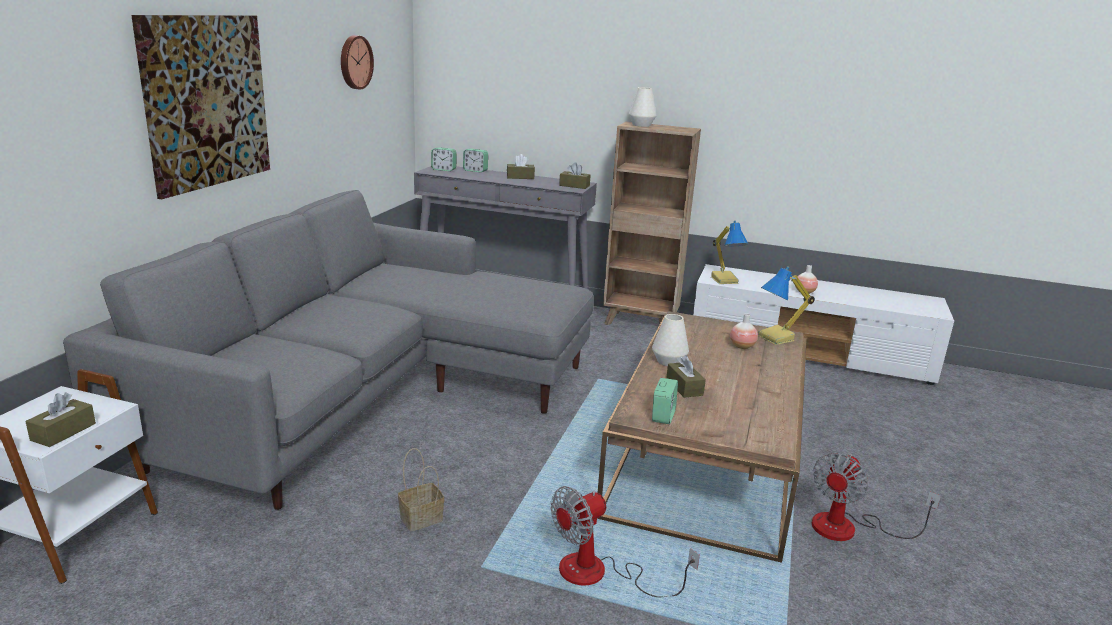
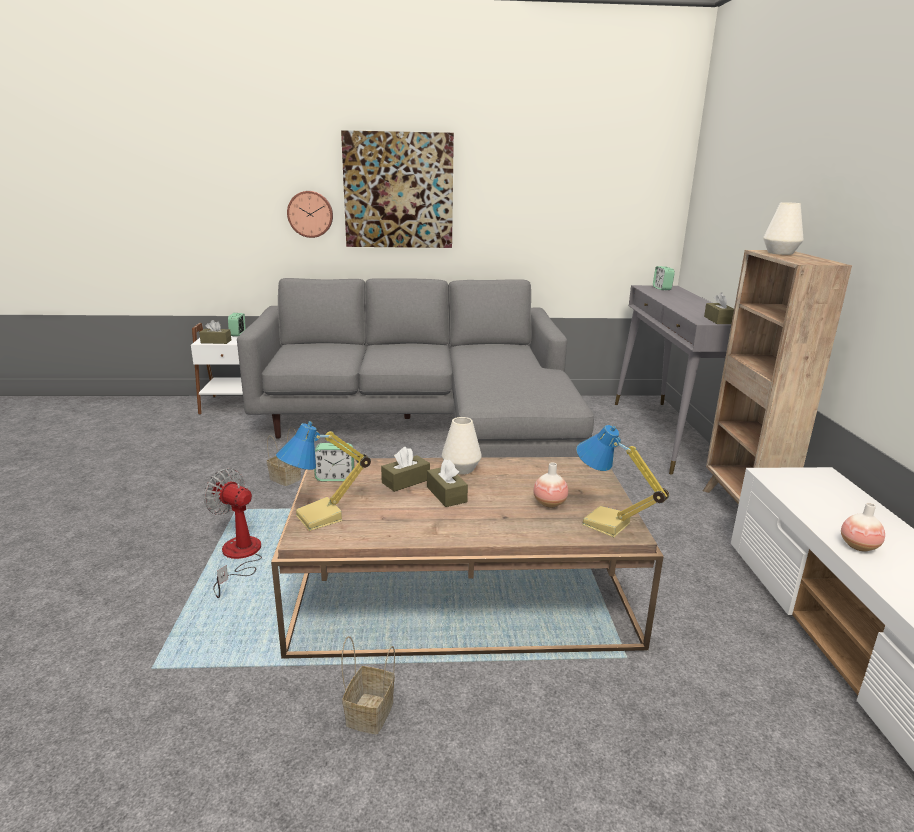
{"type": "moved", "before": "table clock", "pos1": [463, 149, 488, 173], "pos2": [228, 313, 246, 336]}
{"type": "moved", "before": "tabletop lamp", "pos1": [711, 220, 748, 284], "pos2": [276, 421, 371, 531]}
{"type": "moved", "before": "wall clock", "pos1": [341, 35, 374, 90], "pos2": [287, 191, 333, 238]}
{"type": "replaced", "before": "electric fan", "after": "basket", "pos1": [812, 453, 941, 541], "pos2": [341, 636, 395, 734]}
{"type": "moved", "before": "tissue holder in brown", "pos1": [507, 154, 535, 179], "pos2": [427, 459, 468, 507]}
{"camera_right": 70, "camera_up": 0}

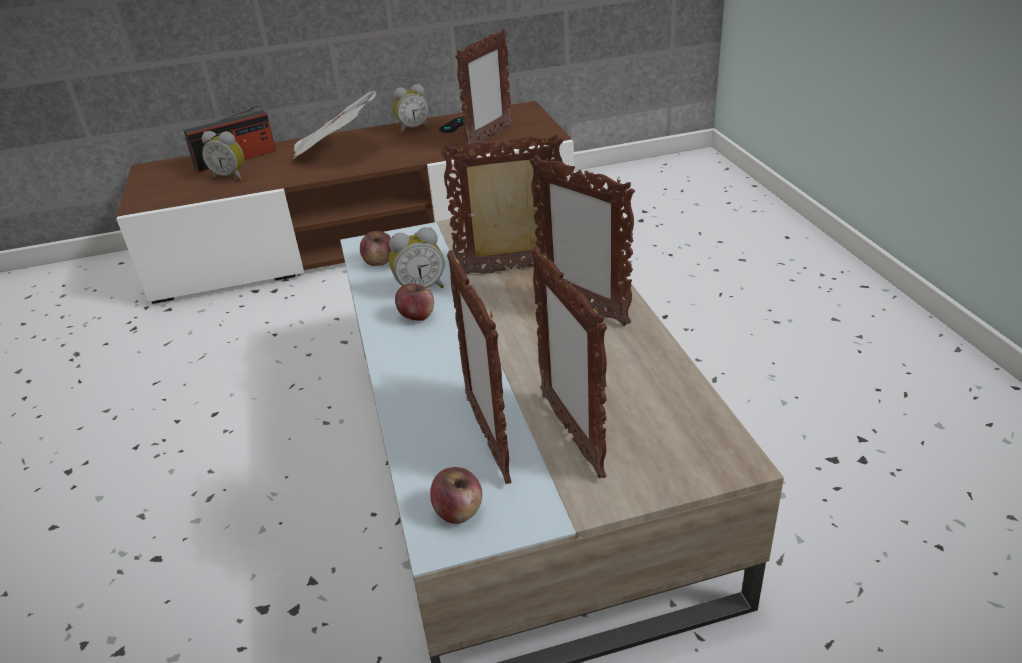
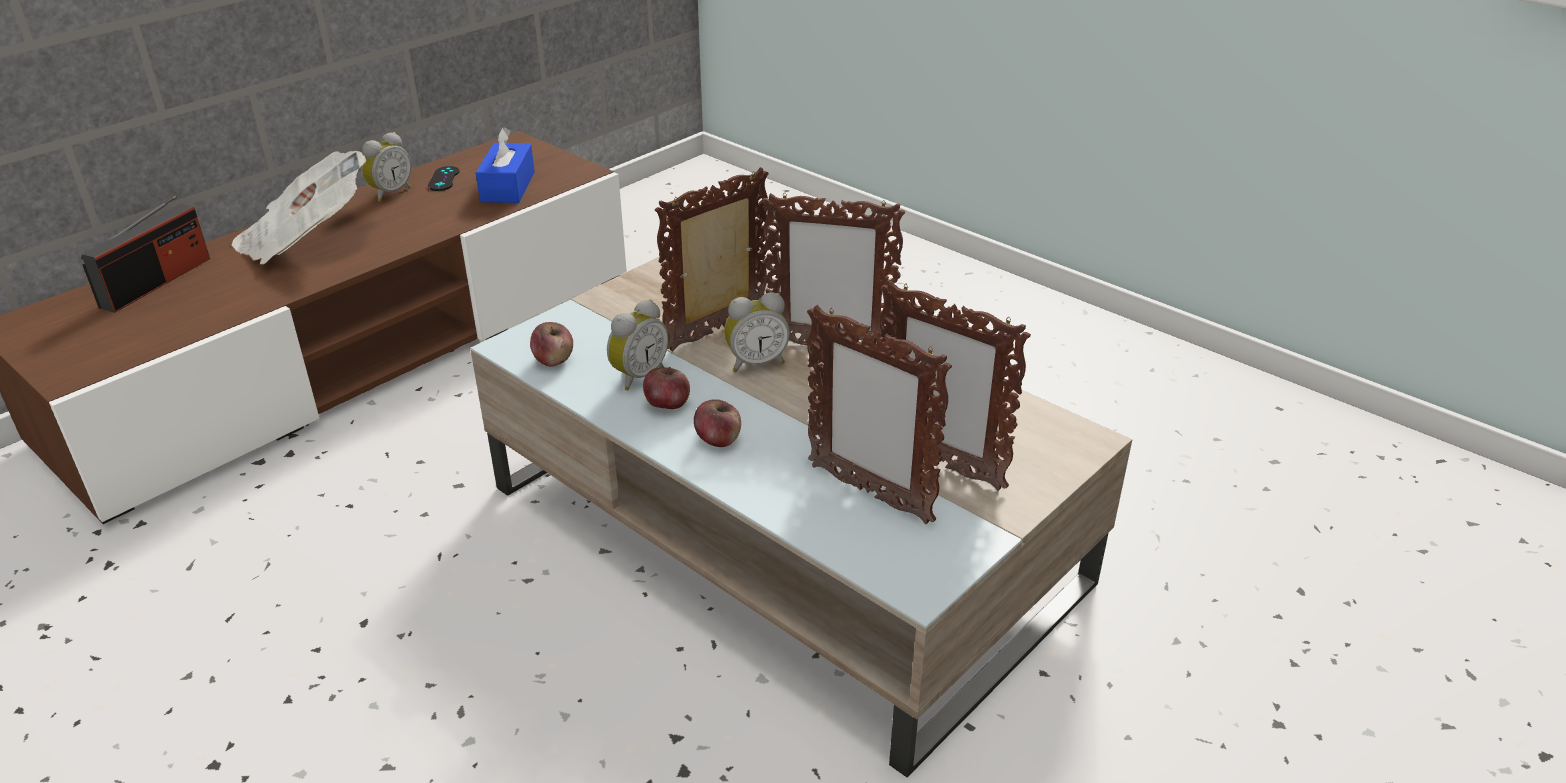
{"type": "replaced", "before": "picture frame", "after": "tissue holder in blue-coloured", "pos1": [455, 29, 512, 145], "pos2": [476, 127, 535, 203]}
{"type": "moved", "before": "whole apple", "pos1": [430, 467, 482, 524], "pos2": [694, 399, 741, 447]}
{"type": "moved", "before": "table clock", "pos1": [202, 131, 244, 180], "pos2": [724, 292, 790, 372]}
{"camera_right": -35, "camera_up": 0}

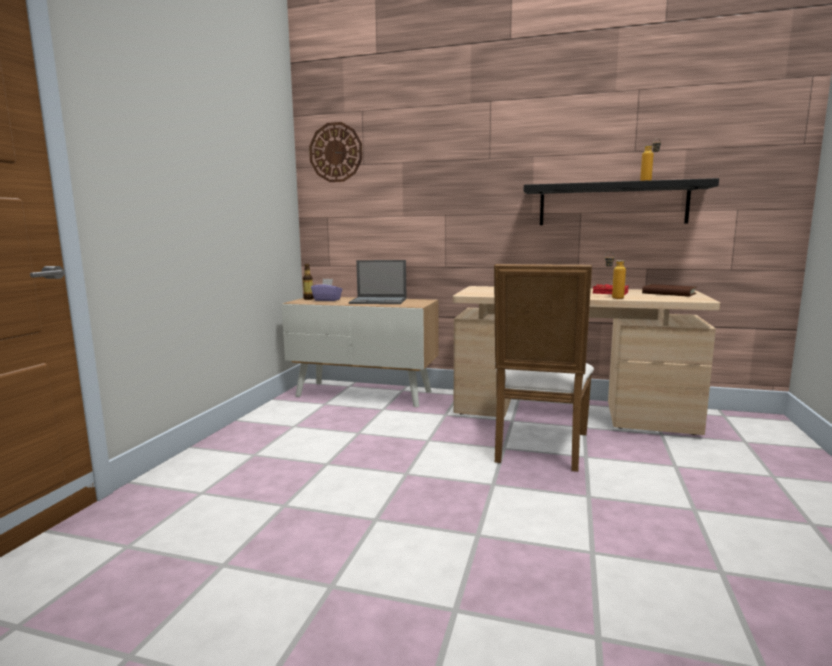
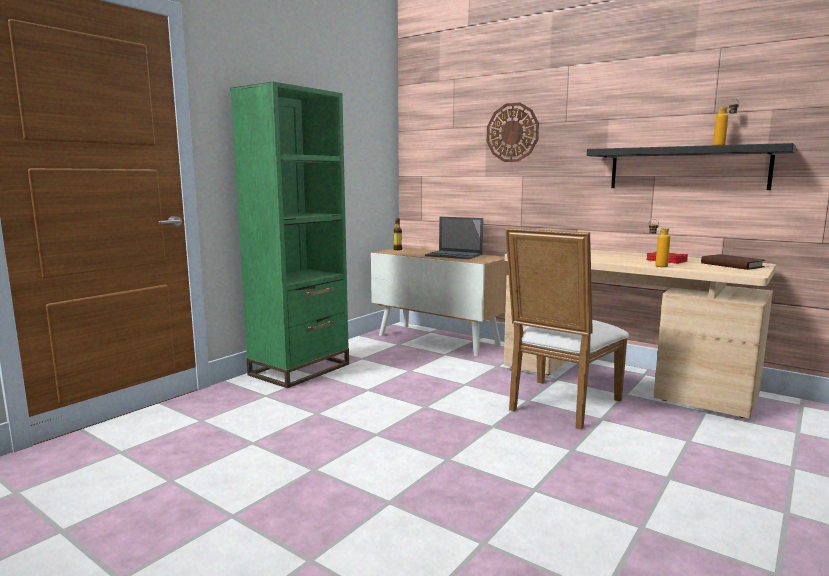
{"type": "added", "after": "bookcase in greenish", "pos2": [230, 82, 349, 388]}
{"type": "moved", "before": "wall clock", "pos1": [309, 122, 362, 182], "pos2": [487, 102, 539, 162]}
{"type": "removed", "before": "tissue holder in purple-coloured", "pos1": [311, 279, 343, 301]}
{"camera_right": 20, "camera_up": 0}

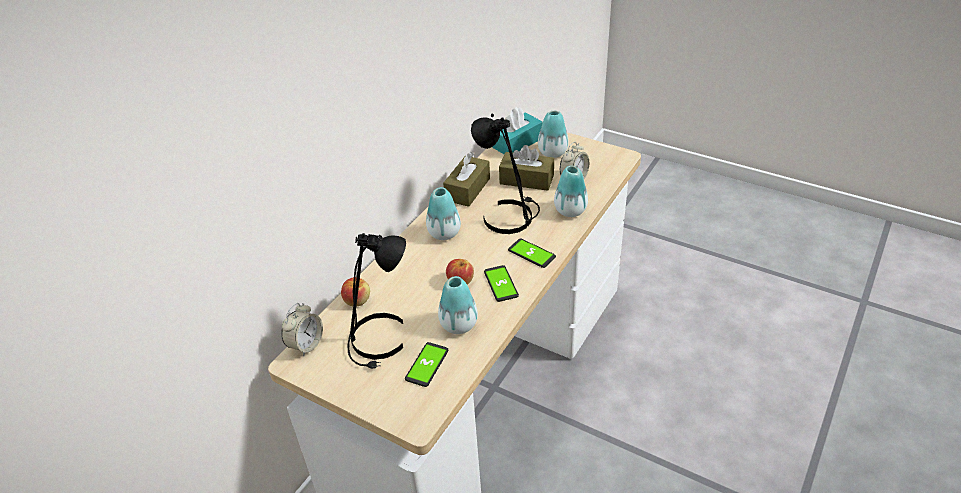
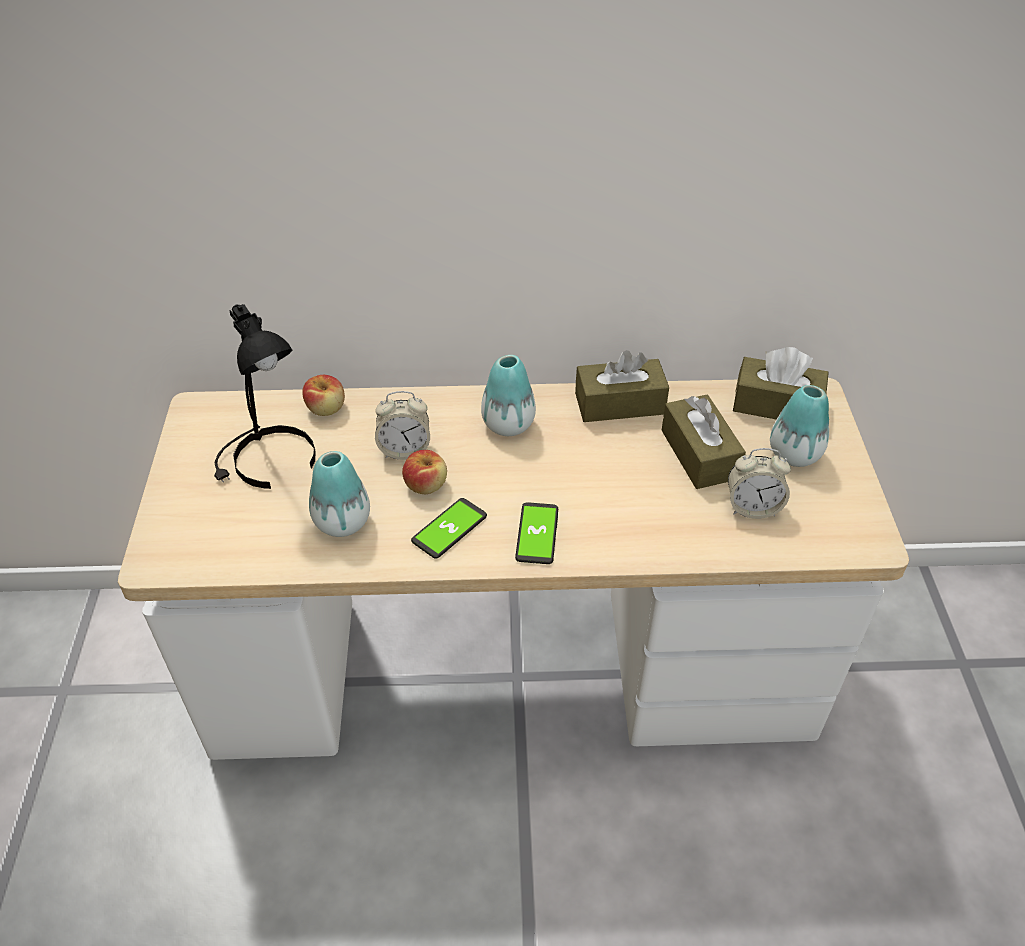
{"type": "moved", "before": "table clock", "pos1": [281, 303, 323, 356], "pos2": [375, 391, 430, 460]}
{"type": "recoloured", "before": "tissue holder in blue-green", "after": "tissue holder in brown", "pos1": [492, 107, 543, 154], "pos2": [733, 347, 829, 419]}
{"type": "removed", "before": "handset", "pos1": [405, 342, 448, 387]}
{"type": "removed", "before": "tabletop lamp in blackish", "pos1": [471, 114, 540, 234]}
{"type": "removed", "before": "vase", "pos1": [554, 166, 588, 217]}
{"camera_right": 55, "camera_up": 5}

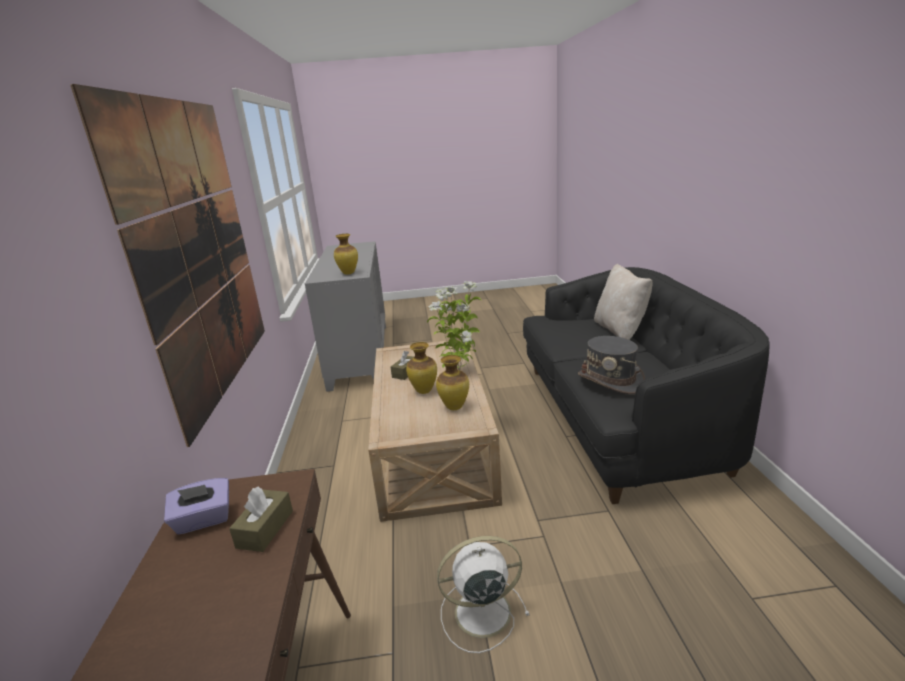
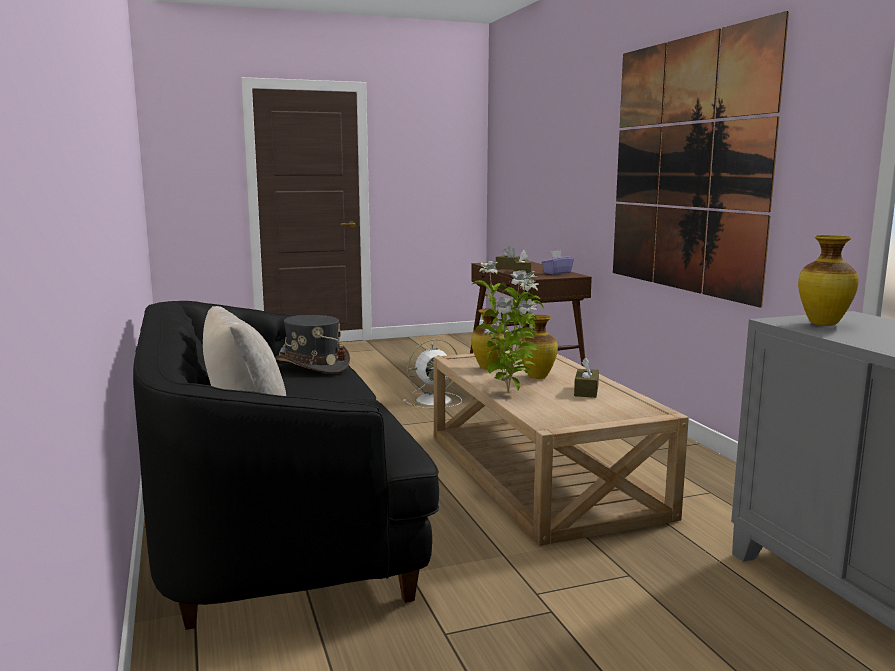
{"type": "added", "after": "tissue holder in brown", "pos2": [496, 246, 525, 270]}
{"camera_right": 165, "camera_up": -10}

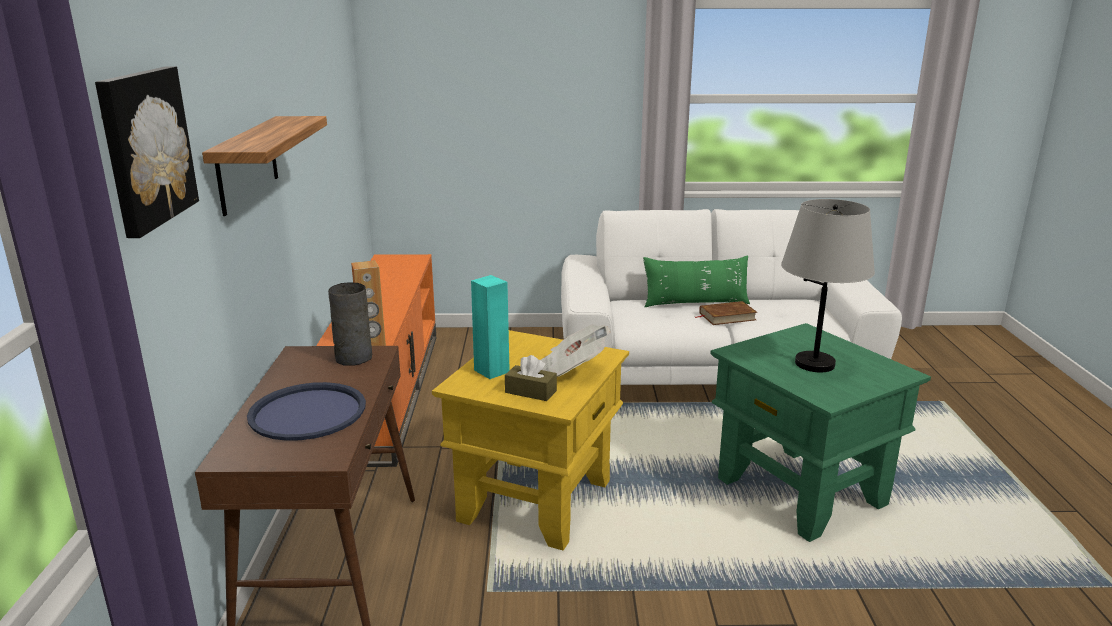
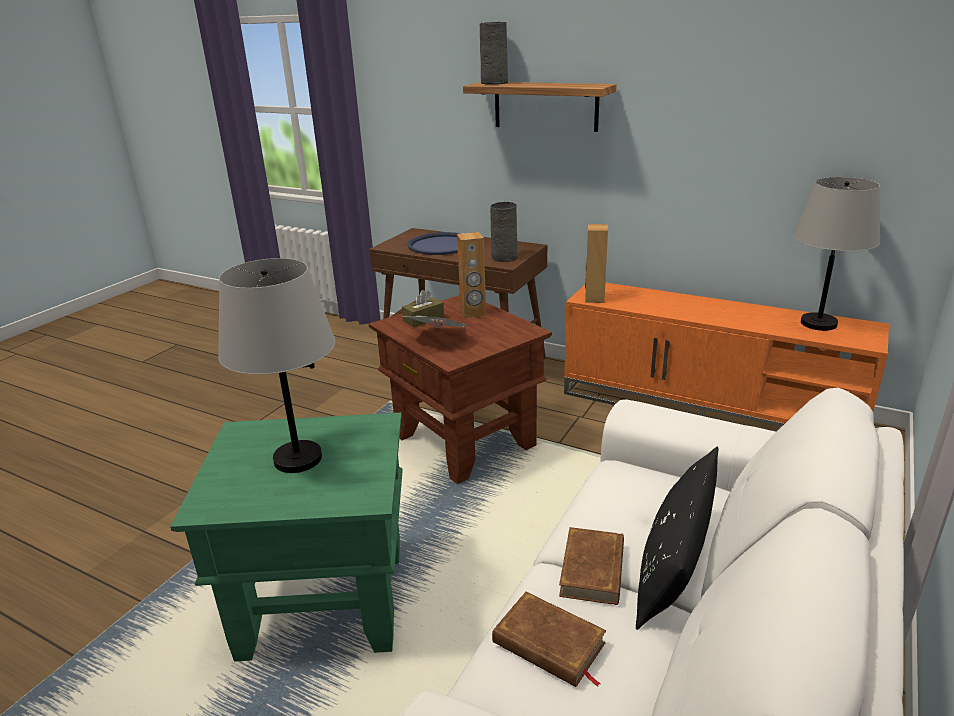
{"type": "recoloured", "before": "end table in yellowish", "after": "end table in brown", "pos1": [432, 330, 629, 551], "pos2": [369, 295, 552, 484]}
{"type": "recoloured", "before": "audio speaker in blue-green", "after": "audio speaker in brown", "pos1": [471, 275, 510, 379], "pos2": [457, 232, 486, 318]}
{"type": "added", "after": "vase in gray", "pos2": [480, 22, 508, 85]}
{"type": "added", "after": "bound book in brown", "pos2": [492, 592, 606, 687]}
{"type": "recoloured", "before": "cushion in greenish", "after": "cushion in blackish", "pos1": [643, 256, 750, 307], "pos2": [636, 446, 718, 630]}
{"type": "added", "after": "tabletop lamp in gray", "pos2": [793, 177, 880, 331]}
{"type": "removed", "before": "wall picture", "pos1": [95, 67, 199, 238]}
{"camera_right": 120, "camera_up": 5}

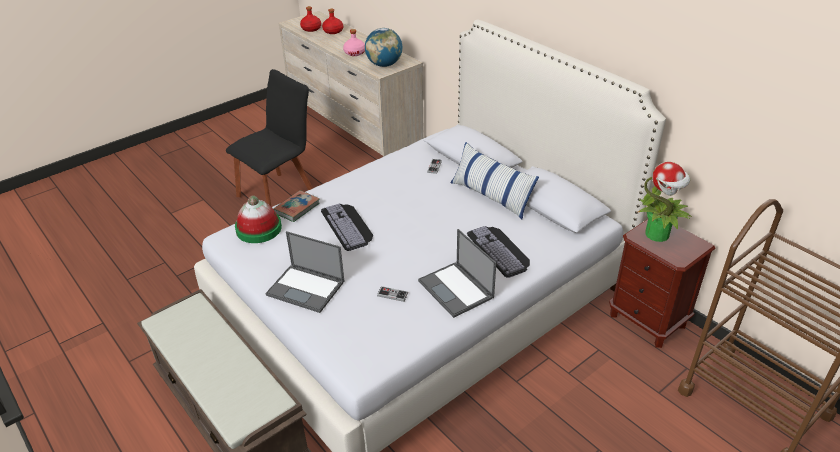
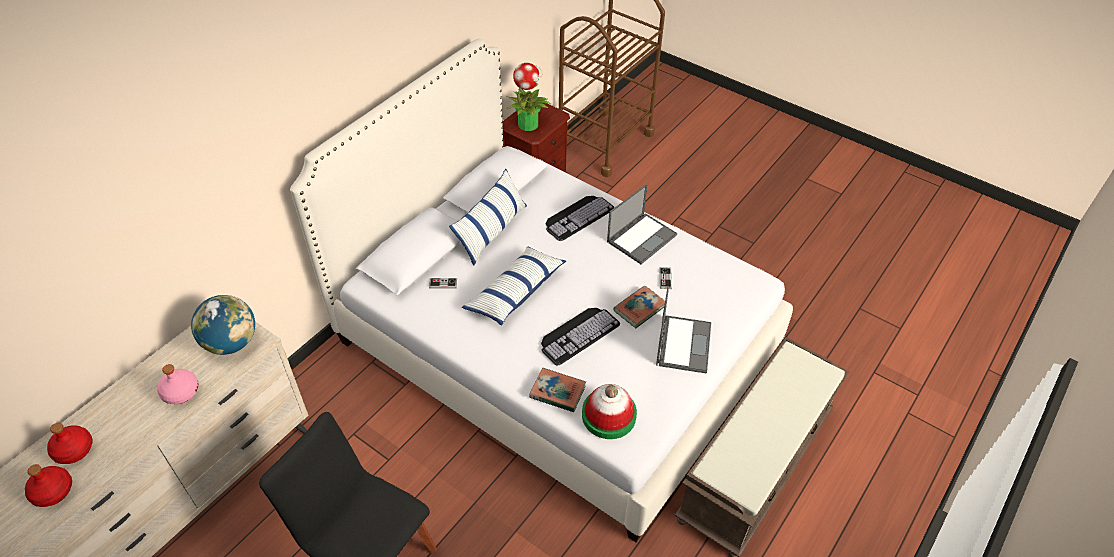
{"type": "added", "after": "cushion", "pos2": [462, 247, 566, 326]}
{"type": "added", "after": "bound book", "pos2": [613, 286, 665, 328]}
{"camera_right": -105, "camera_up": 10}

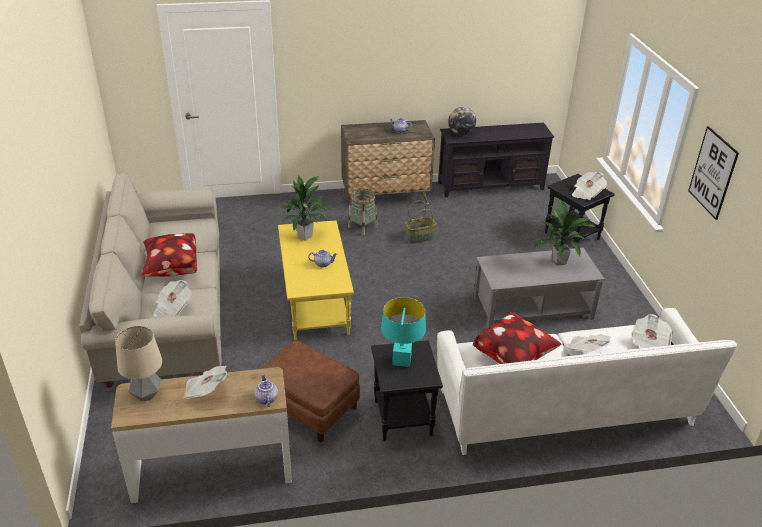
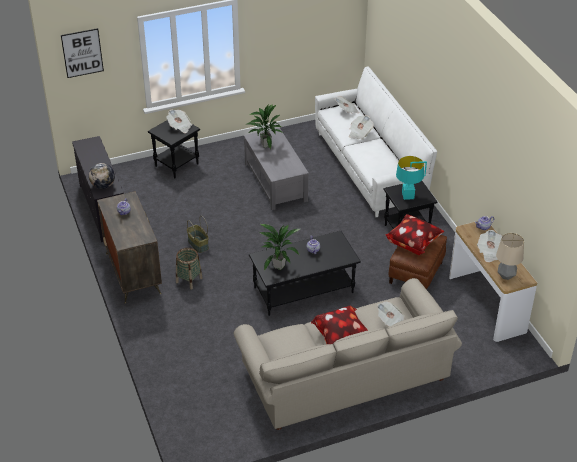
{"type": "moved", "before": "wall picture", "pos1": [688, 126, 739, 220], "pos2": [61, 28, 104, 78]}
{"type": "recoloured", "before": "low table in yellowish", "after": "low table in blackish", "pos1": [278, 220, 354, 340], "pos2": [249, 231, 361, 316]}
{"type": "moved", "before": "cushion", "pos1": [473, 312, 562, 364], "pos2": [385, 214, 444, 255]}
{"camera_right": -100, "camera_up": 5}

